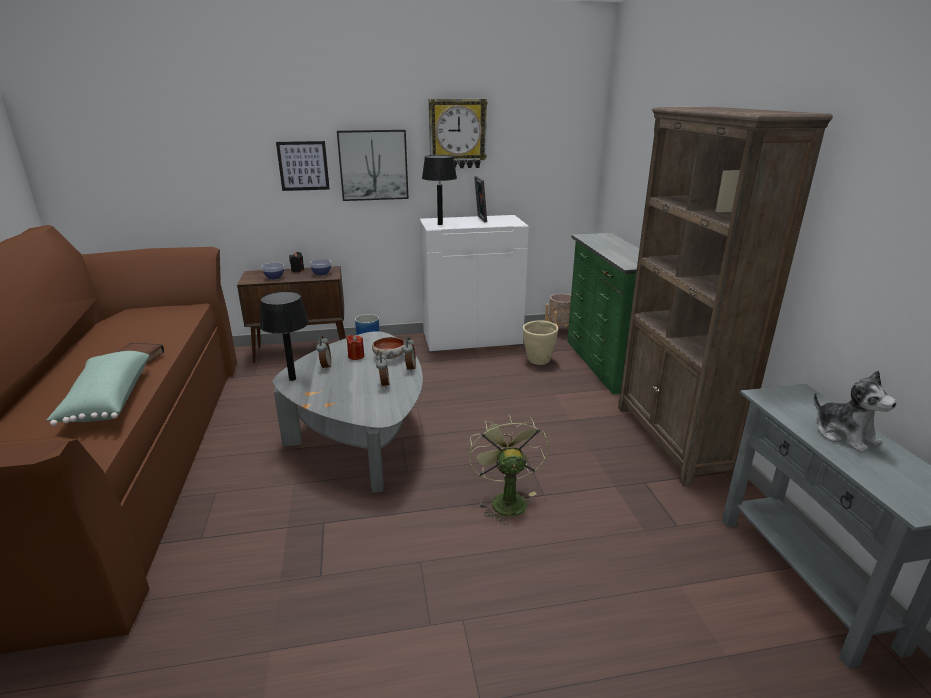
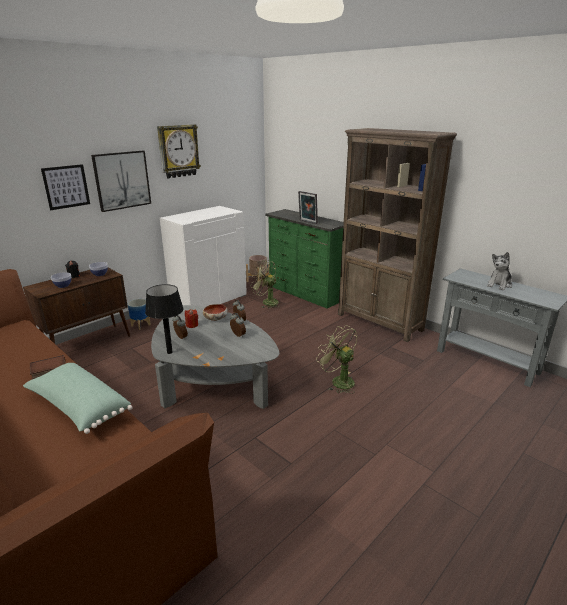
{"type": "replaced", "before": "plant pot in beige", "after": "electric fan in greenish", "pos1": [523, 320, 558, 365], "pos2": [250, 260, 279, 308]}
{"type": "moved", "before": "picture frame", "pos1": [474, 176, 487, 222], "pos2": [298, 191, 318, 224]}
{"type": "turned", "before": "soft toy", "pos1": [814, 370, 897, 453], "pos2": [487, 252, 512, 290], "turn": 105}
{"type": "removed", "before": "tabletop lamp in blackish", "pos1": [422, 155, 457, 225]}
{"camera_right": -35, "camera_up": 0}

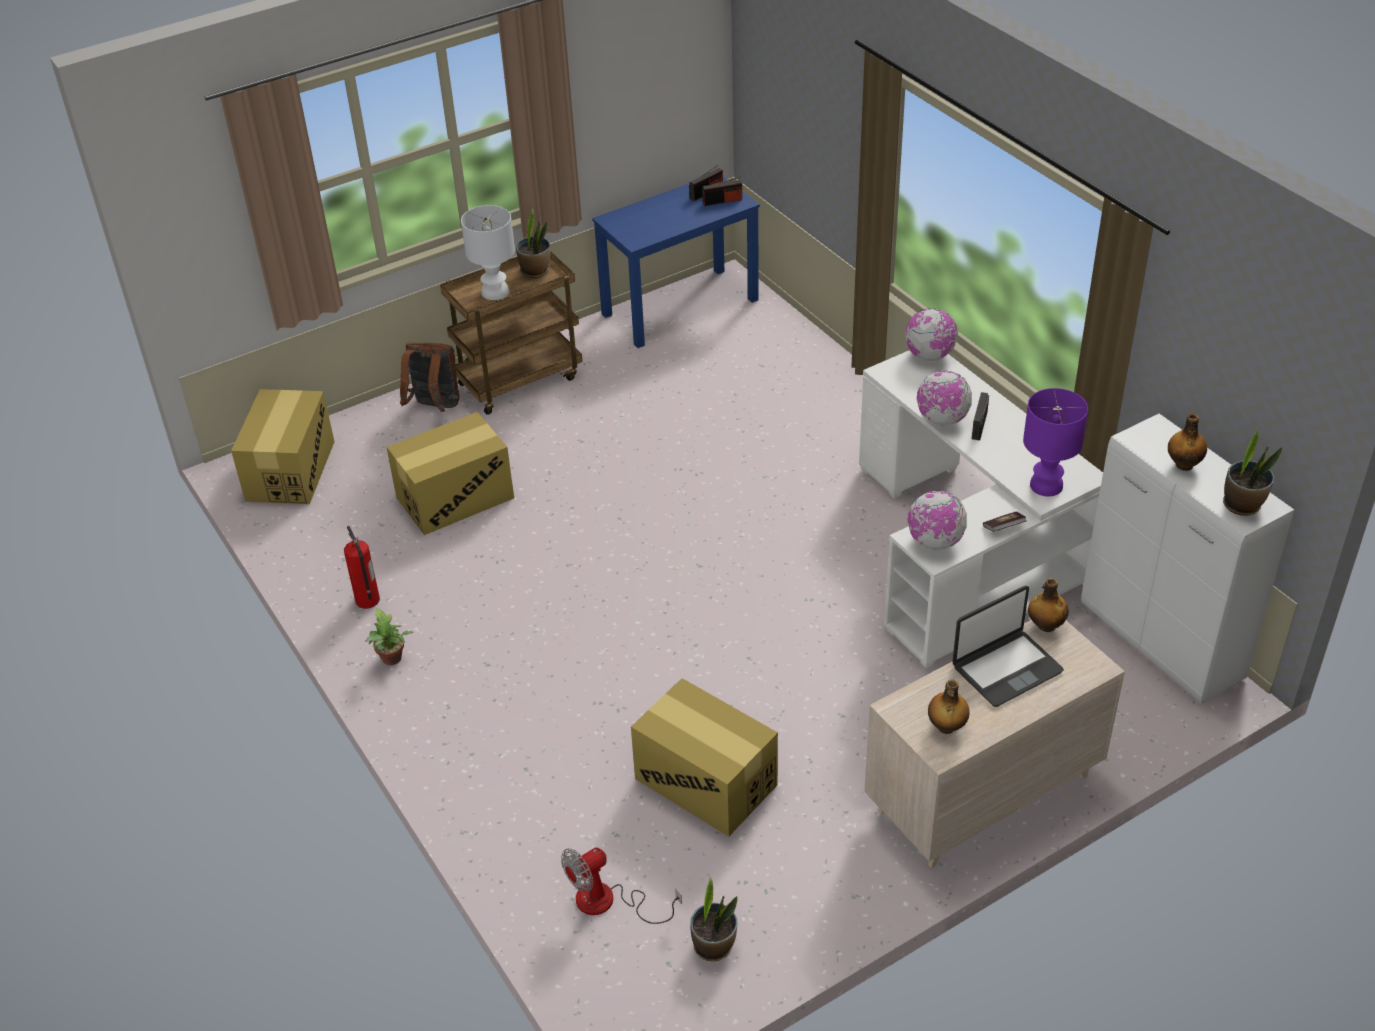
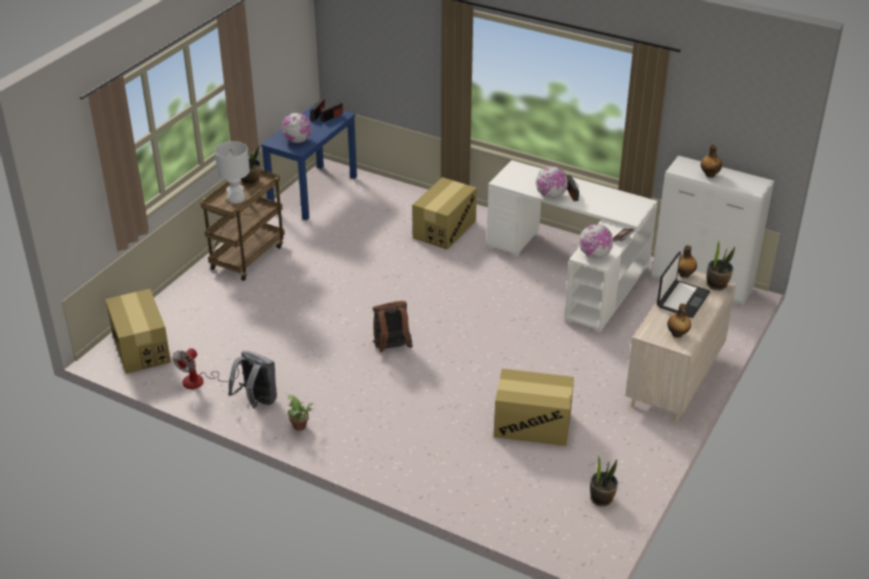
{"type": "moved", "before": "electric fan", "pos1": [561, 848, 682, 924], "pos2": [173, 348, 242, 389]}
{"type": "replaced", "before": "extinguisher", "after": "backpack in gray", "pos1": [344, 526, 380, 609], "pos2": [228, 351, 277, 408]}
{"type": "moved", "before": "globe", "pos1": [905, 308, 958, 361], "pos2": [282, 113, 312, 143]}
{"type": "moved", "before": "backpack in brown", "pos1": [400, 342, 460, 412], "pos2": [373, 301, 413, 352]}
{"type": "moved", "before": "packing box", "pos1": [386, 412, 514, 535], "pos2": [412, 177, 477, 250]}
{"type": "moved", "before": "potted plant", "pos1": [1223, 427, 1283, 516], "pos2": [706, 240, 735, 290]}
{"type": "removed", "before": "tabletop lamp in purple-coloured", "pos1": [1023, 388, 1088, 497]}
{"camera_right": -30, "camera_up": -5}

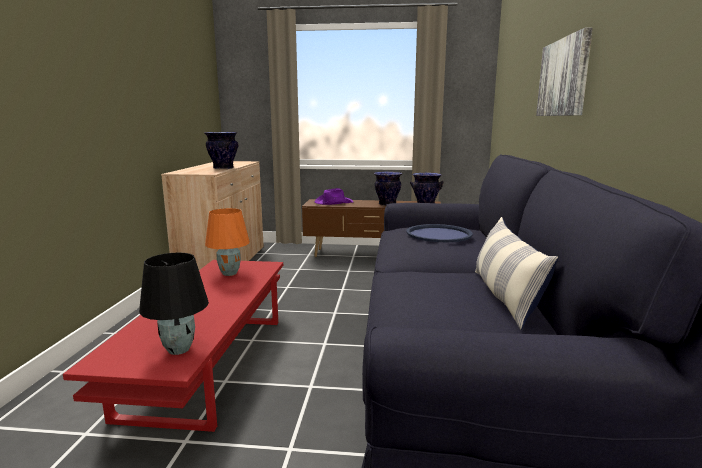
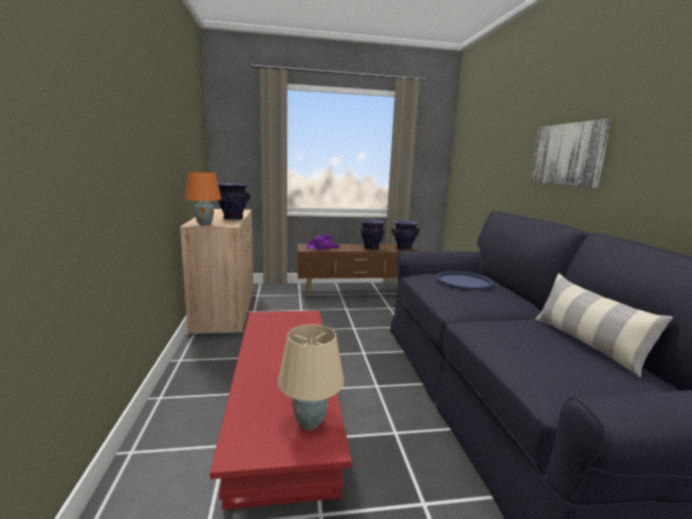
{"type": "moved", "before": "tabletop lamp in orange-coloured", "pos1": [205, 208, 250, 276], "pos2": [185, 172, 221, 225]}
{"type": "recoloured", "before": "tabletop lamp in blackish", "after": "tabletop lamp in beige", "pos1": [139, 253, 209, 355], "pos2": [277, 325, 344, 430]}
{"camera_right": -15, "camera_up": 0}

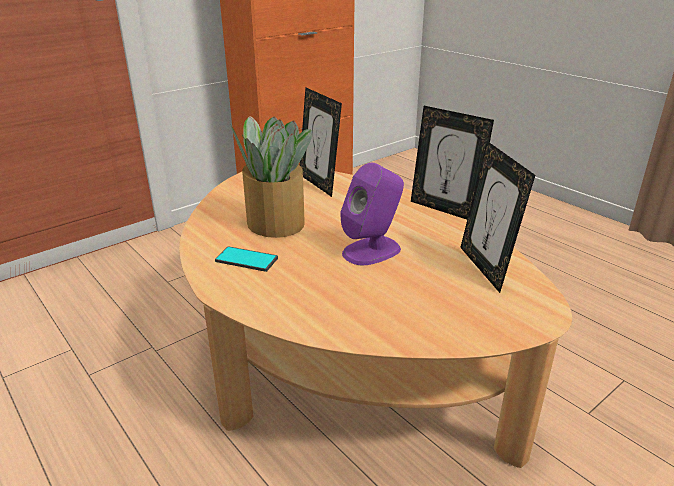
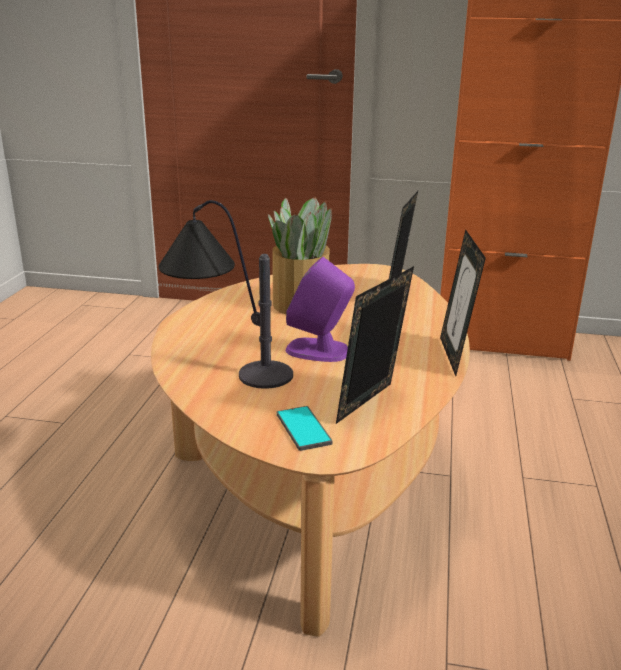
{"type": "added", "after": "tabletop lamp", "pos2": [159, 200, 293, 389]}
{"type": "moved", "before": "handset", "pos1": [215, 246, 278, 272], "pos2": [277, 406, 333, 451]}
{"camera_right": 50, "camera_up": -5}

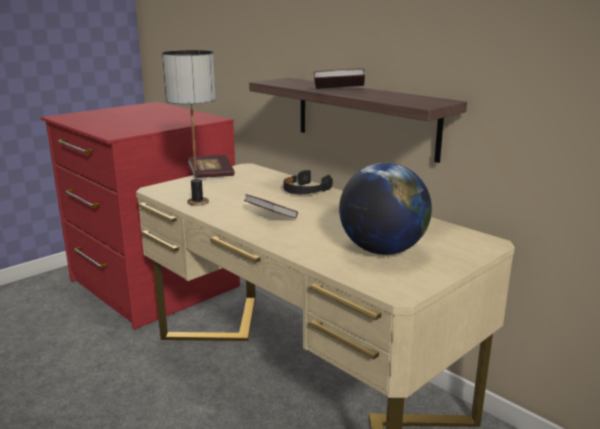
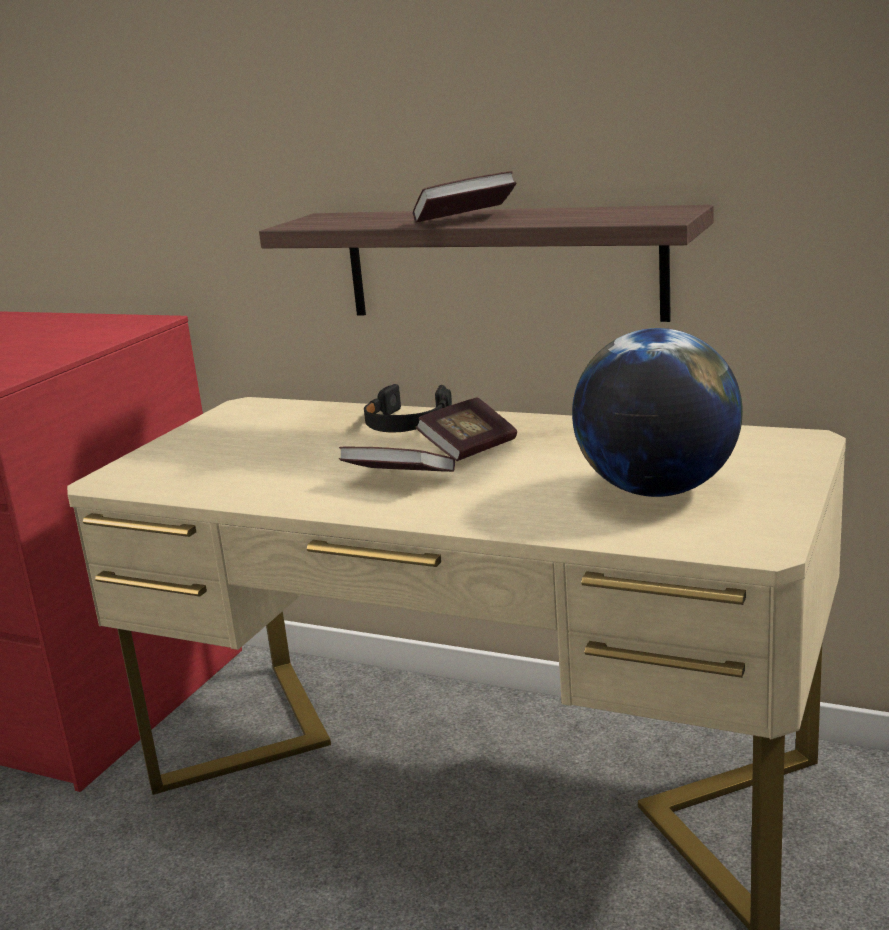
{"type": "moved", "before": "bound book", "pos1": [188, 155, 235, 178], "pos2": [415, 397, 517, 461]}
{"type": "removed", "before": "tabletop lamp", "pos1": [162, 50, 216, 206]}
{"camera_right": -20, "camera_up": 0}

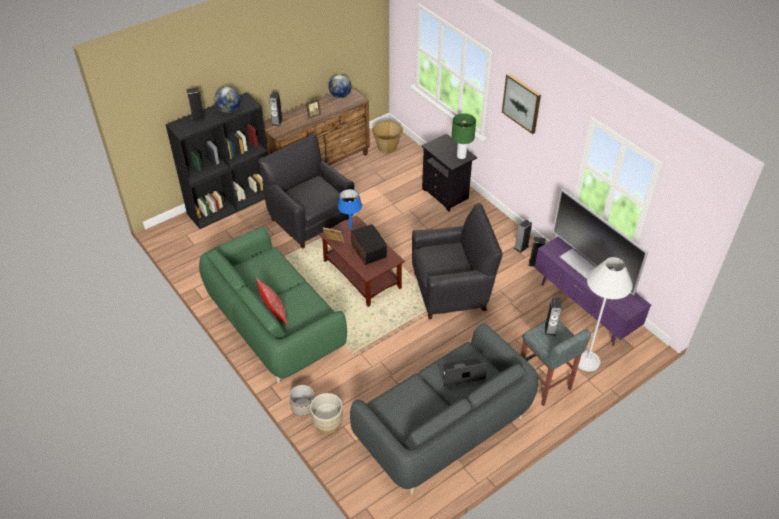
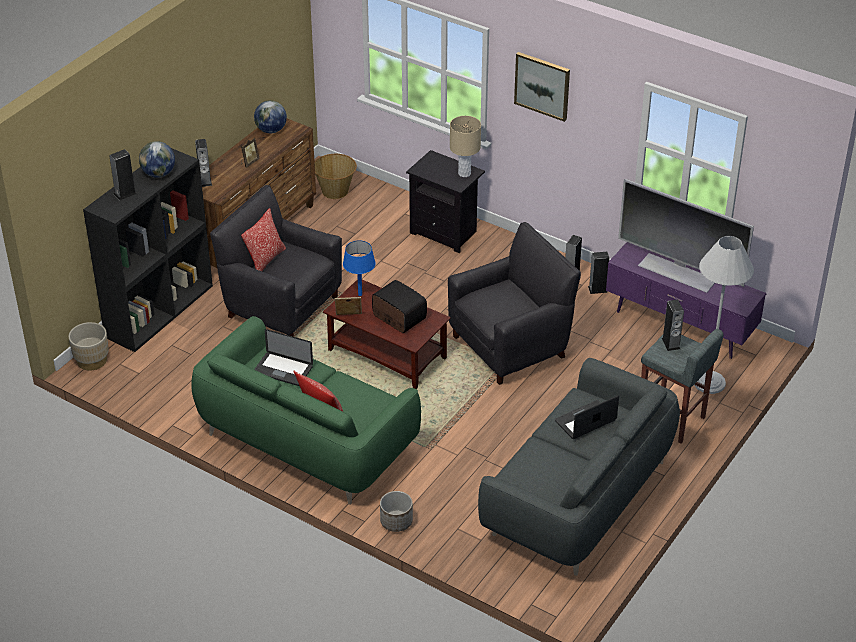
{"type": "moved", "before": "plant pot in beige", "pos1": [310, 393, 343, 434], "pos2": [69, 322, 109, 371]}
{"type": "added", "after": "cushion", "pos2": [241, 208, 286, 271]}
{"type": "added", "after": "notebook computer", "pos2": [254, 329, 313, 386]}
{"type": "recoloured", "before": "tabletop lamp in greenish", "after": "tabletop lamp in beige", "pos1": [452, 113, 476, 159], "pos2": [450, 116, 481, 177]}
{"camera_right": -20, "camera_up": -5}

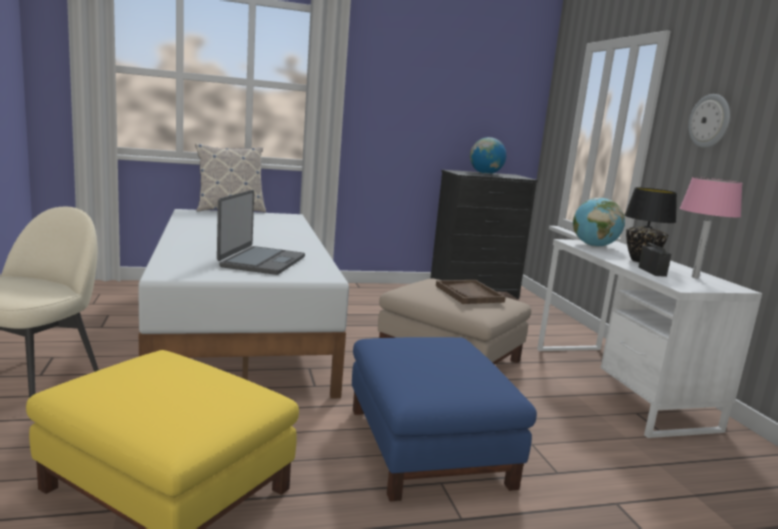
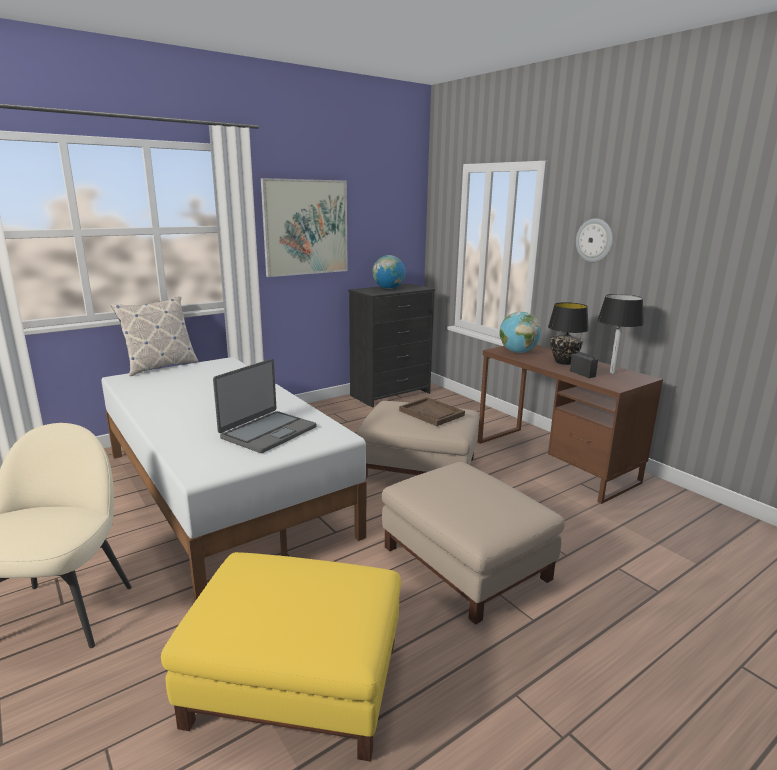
{"type": "turned", "before": "notebook computer", "pos1": [217, 190, 305, 275], "pos2": [213, 359, 317, 453], "turn": 45}
{"type": "added", "after": "wall picture", "pos2": [261, 178, 348, 277]}
{"type": "recoloured", "before": "pouffe in blue-coloured", "after": "pouffe in beige", "pos1": [352, 337, 537, 502], "pos2": [382, 462, 565, 625]}
{"type": "recoloured", "before": "desk unit in white-coloured", "after": "desk unit in brown", "pos1": [537, 239, 762, 438], "pos2": [478, 345, 663, 504]}
{"type": "recoloured", "before": "tabletop lamp in pinkish", "after": "tabletop lamp in blackish", "pos1": [680, 177, 743, 279], "pos2": [597, 294, 644, 374]}
{"camera_right": -20, "camera_up": 5}

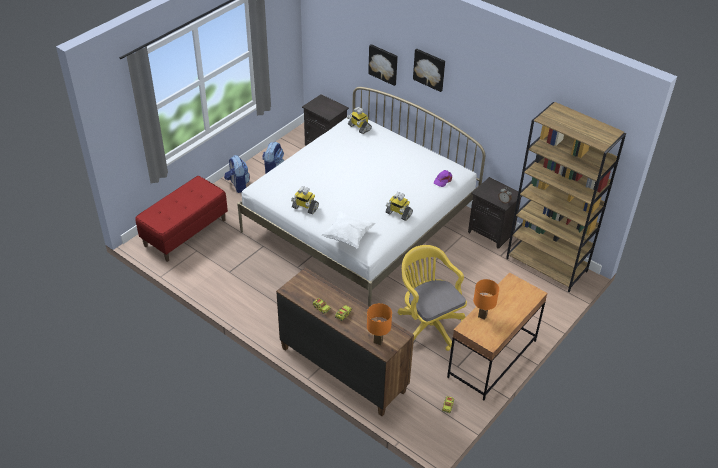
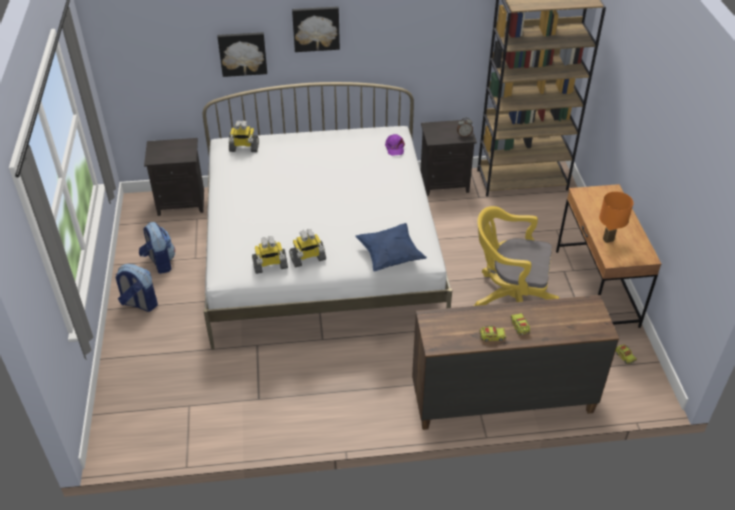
{"type": "moved", "before": "toy robot", "pos1": [385, 192, 413, 221], "pos2": [252, 236, 288, 274]}
{"type": "recoloured", "before": "cushion in white-coloured", "after": "cushion in blue-coloured", "pos1": [321, 211, 376, 249], "pos2": [355, 223, 427, 272]}
{"type": "removed", "before": "long seat in reddish", "pos1": [135, 176, 228, 262]}
{"type": "removed", "before": "tabletop lamp in orange-coloured", "pos1": [367, 303, 392, 345]}
{"camera_right": -45, "camera_up": 0}

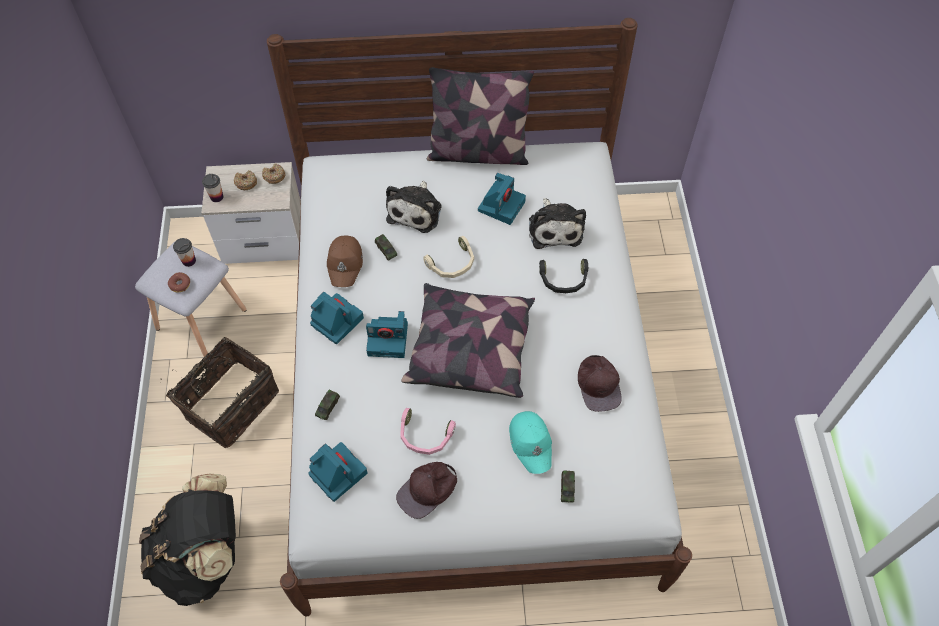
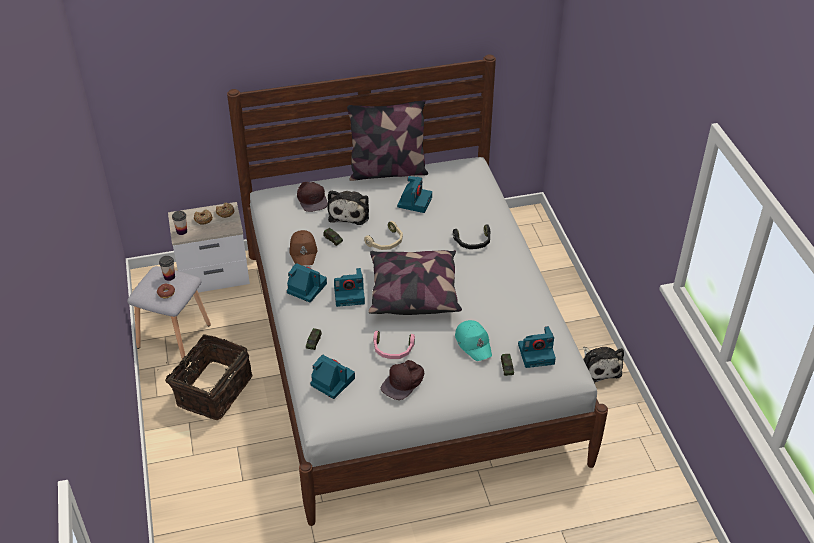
{"type": "moved", "before": "cap in brown", "pos1": [578, 355, 622, 412], "pos2": [297, 182, 328, 212]}
{"type": "added", "after": "photo camera", "pos2": [518, 326, 556, 368]}
{"type": "moved", "before": "soft toy", "pos1": [529, 198, 586, 249], "pos2": [583, 347, 624, 383]}
{"type": "removed", "before": "backpack in blackish", "pos1": [139, 474, 236, 606]}
{"camera_right": -10, "camera_up": -15}

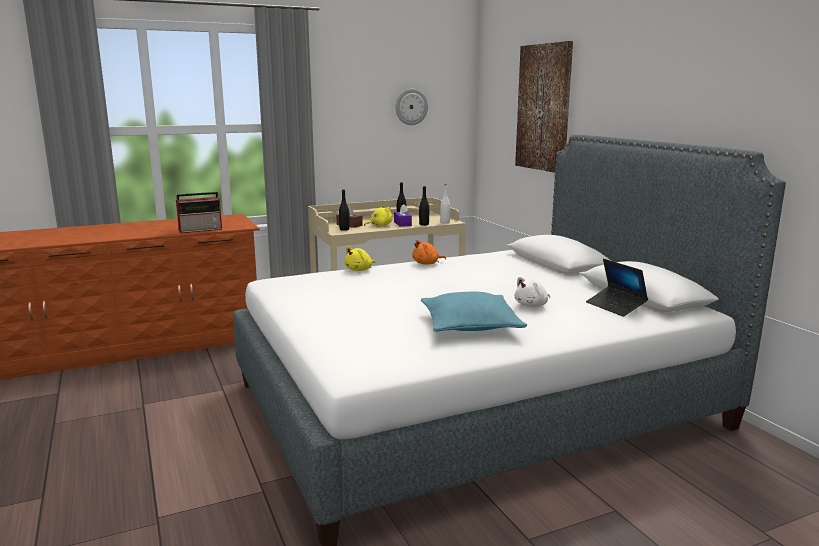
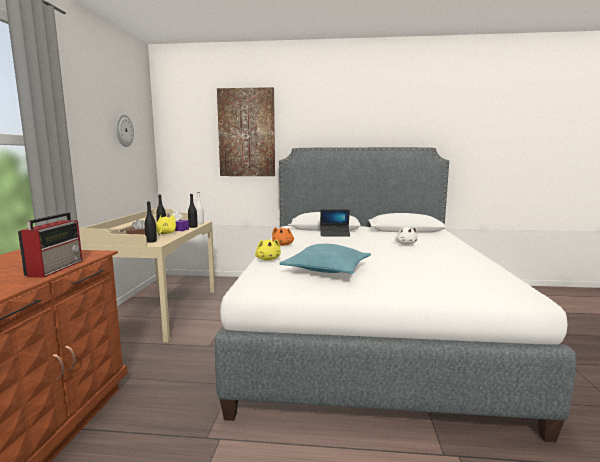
{"type": "moved", "before": "cushion in blue-green", "pos1": [421, 291, 527, 332], "pos2": [279, 244, 371, 274]}
{"type": "moved", "before": "notebook computer", "pos1": [586, 259, 648, 317], "pos2": [320, 209, 350, 236]}
{"camera_right": -60, "camera_up": -5}

